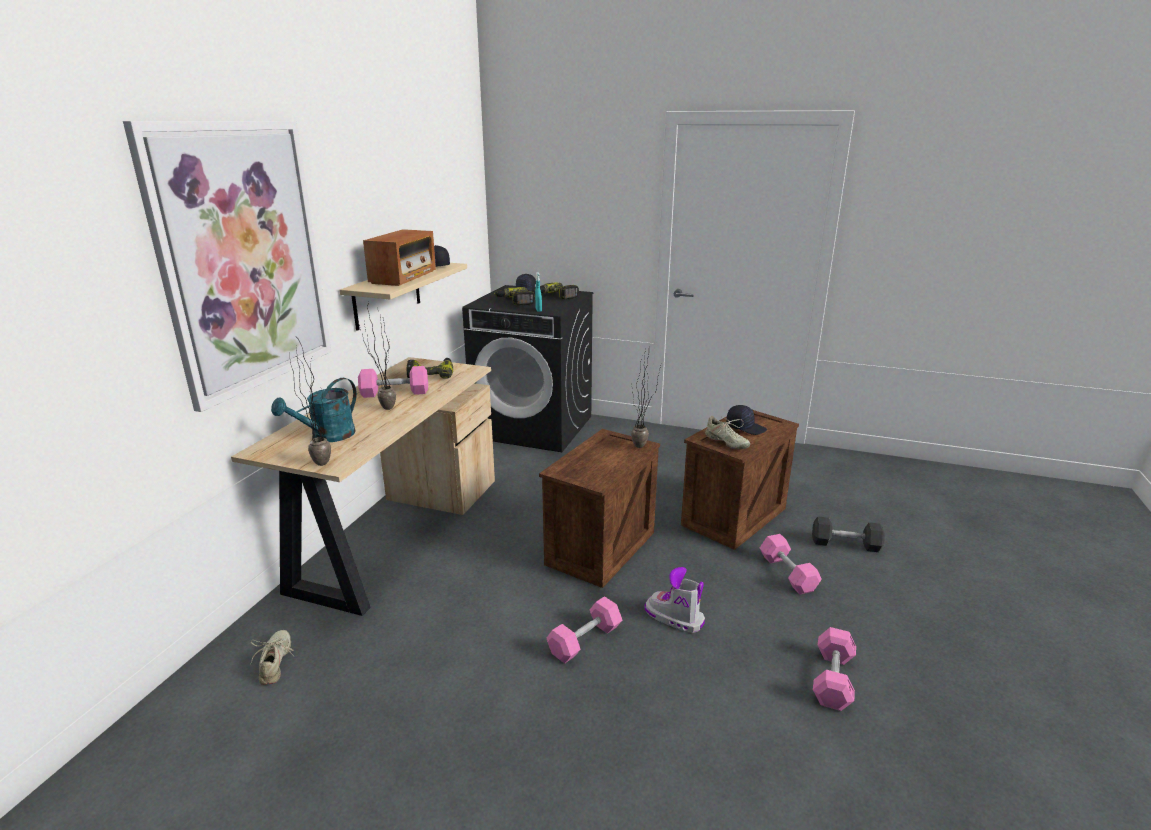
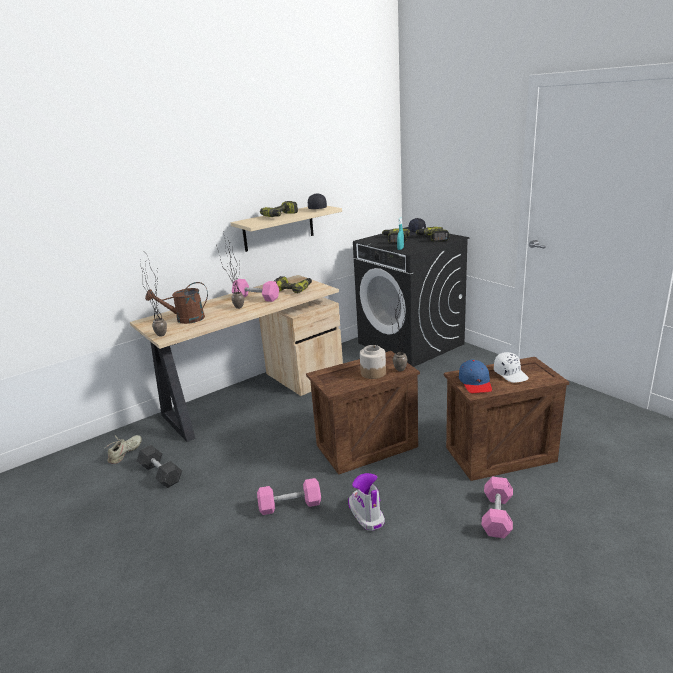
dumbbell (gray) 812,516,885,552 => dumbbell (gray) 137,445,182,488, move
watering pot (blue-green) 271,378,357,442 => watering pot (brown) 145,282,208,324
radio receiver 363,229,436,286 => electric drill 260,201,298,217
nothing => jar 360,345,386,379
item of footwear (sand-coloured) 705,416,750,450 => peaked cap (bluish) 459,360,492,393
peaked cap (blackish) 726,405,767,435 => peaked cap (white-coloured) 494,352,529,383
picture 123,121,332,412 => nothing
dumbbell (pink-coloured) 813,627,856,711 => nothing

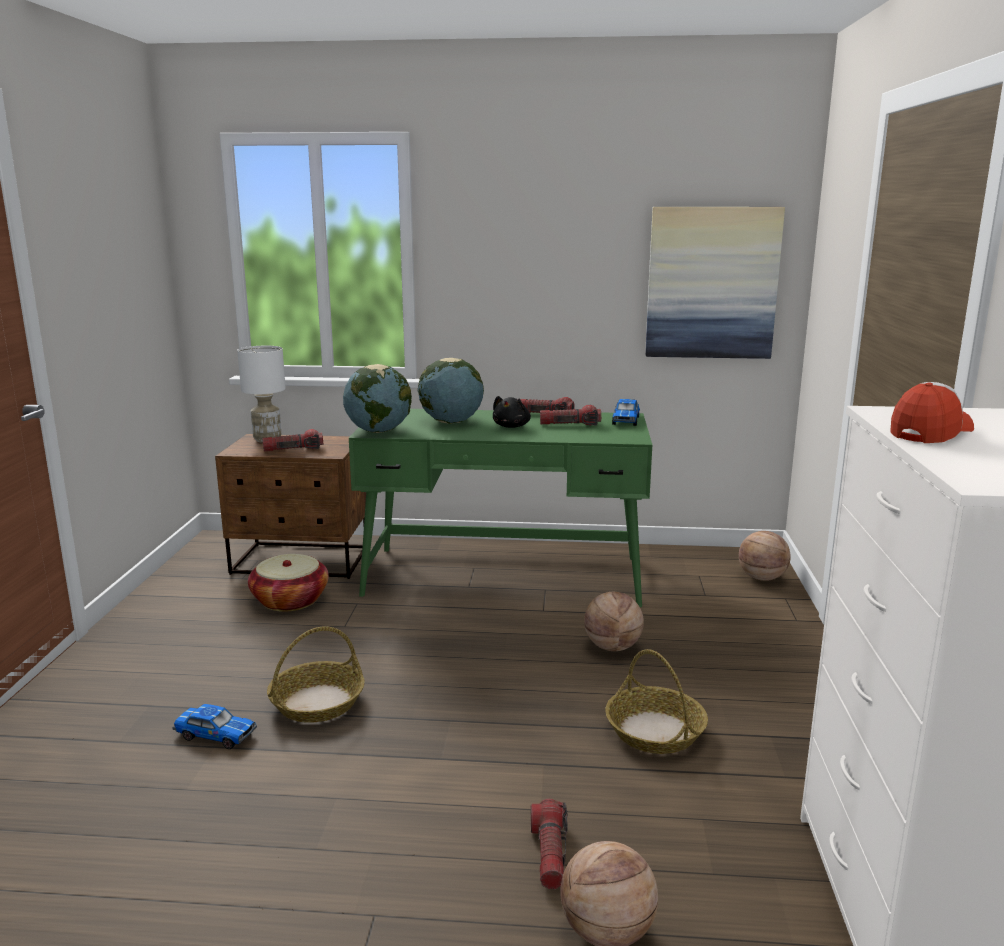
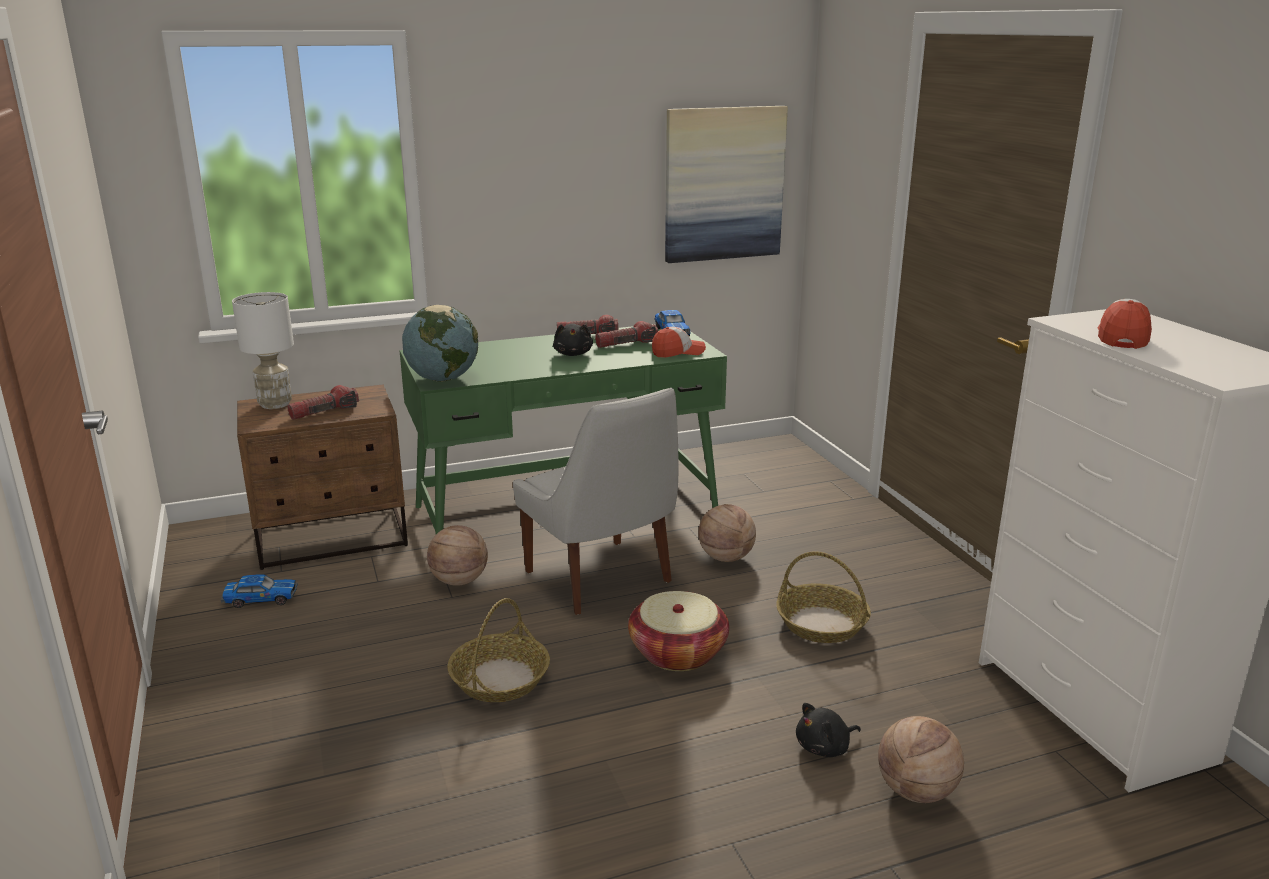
toy car 172,704,257,749 => toy car 221,574,297,608, move
basketball ball 739,531,791,581 => basketball ball 427,525,488,586, move
nothing => plain chair (white-coloured) 513,388,679,615
basket 248,554,329,612 => basket 628,591,729,671, move
nothing => peaked cap 652,327,706,358
flashlight 531,799,568,889 => cuddly toy (blackish) 796,703,861,757
desk globe 418,358,484,424 => nothing

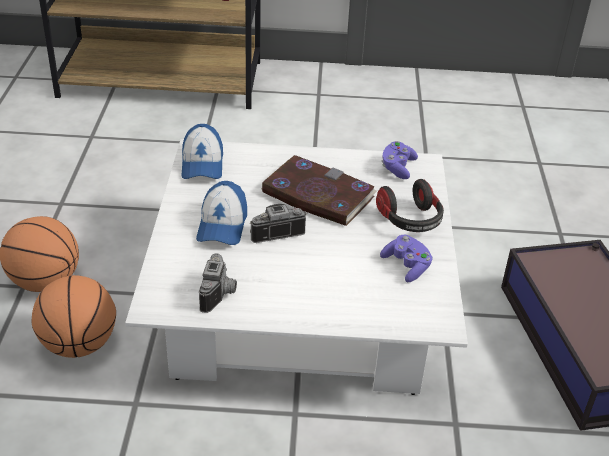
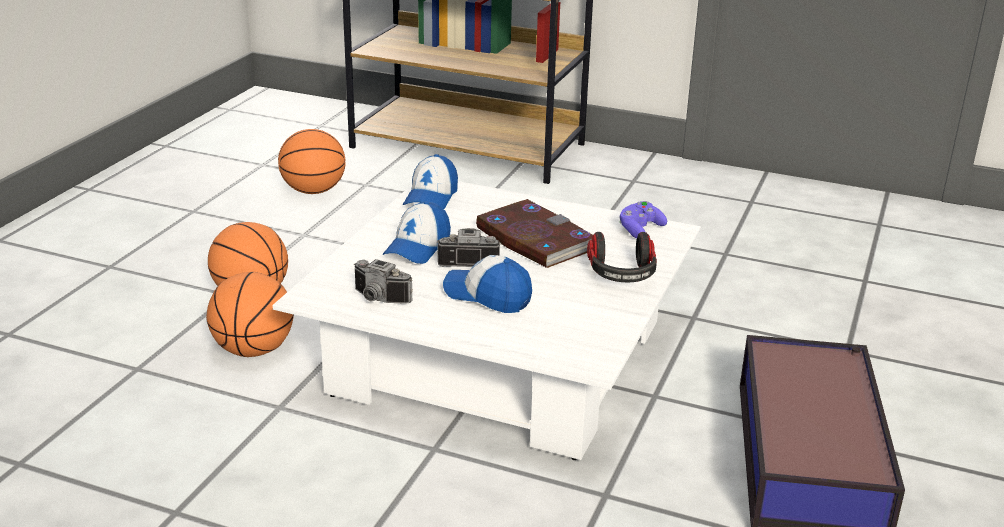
nothing => basketball ball 278,129,346,194
photo camera 199,253,237,313 => photo camera 354,259,413,304, 90 degrees clockwise
nothing => peaked cap 443,255,532,313
gamepad (purple) 380,235,433,282 => nothing

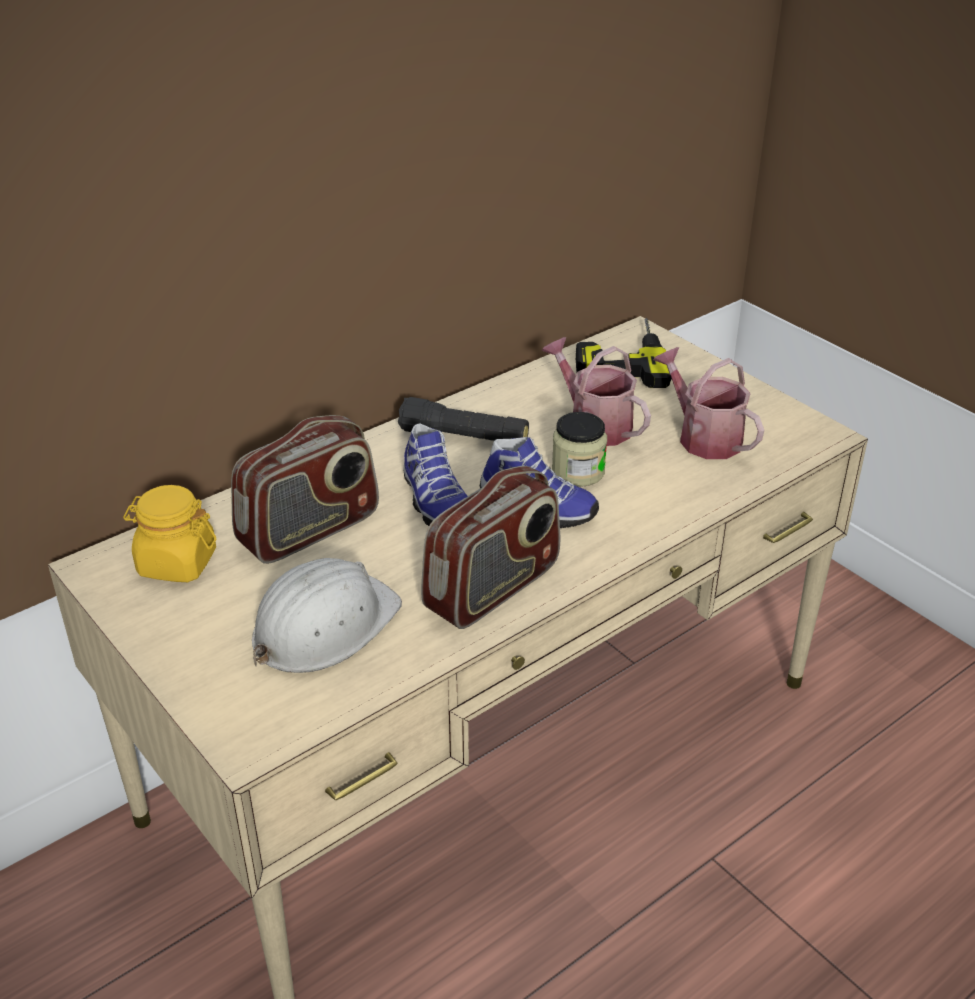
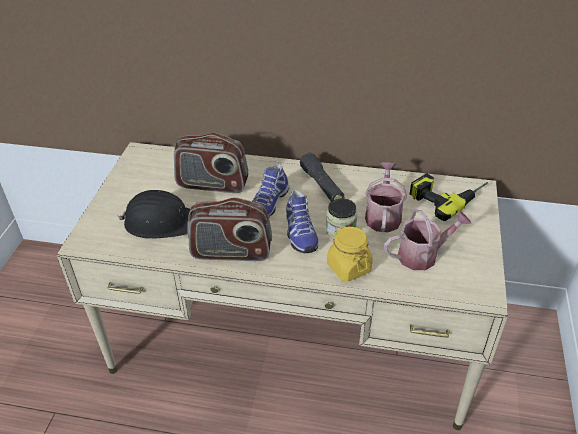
hard hat (white-coloured) 252,558,402,673 => hard hat (blackish) 118,190,193,239
jar (yellow) 123,485,216,582 => jar (yellow) 327,226,373,282, move
watering pot 653,347,764,459 => watering pot 384,210,472,270, 60 degrees clockwise

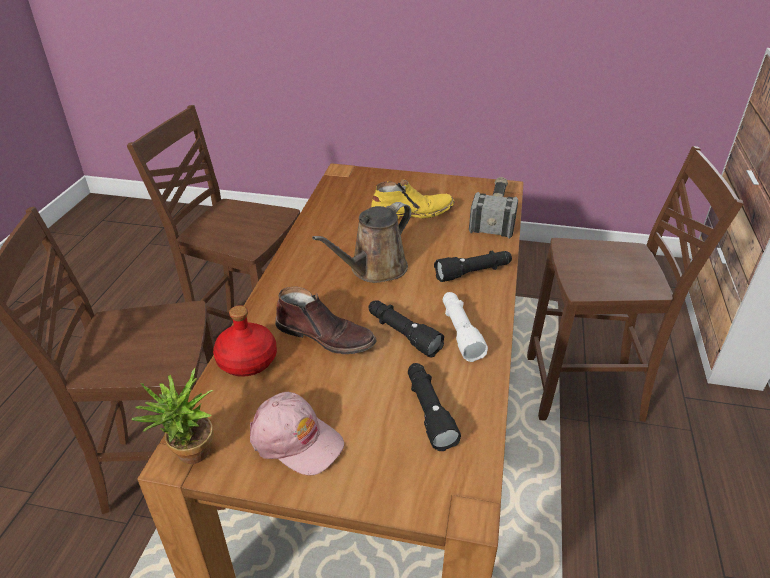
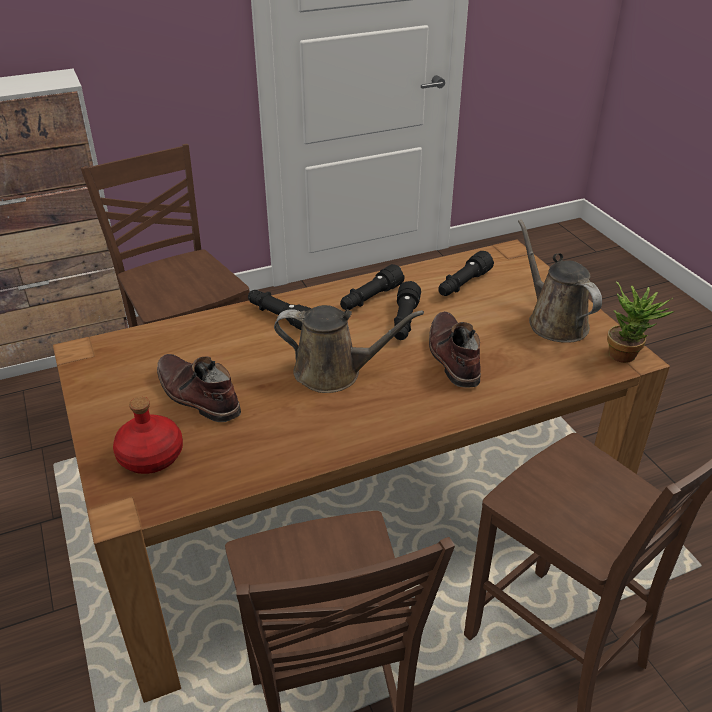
drink bottle (red-coloured) 213,305,277,377 => drink bottle (red-coloured) 113,397,183,474, move
high-top boot (yellow) 371,180,455,219 => high-top boot (brown) 157,354,241,422
flashlight (white-coloured) 443,292,488,362 => flashlight (blackish) 340,264,405,310
peaked cap (pink-coloured) 250,392,344,475 => watering pot (brown) 518,219,602,343
hand hammer 469,177,518,238 => nothing

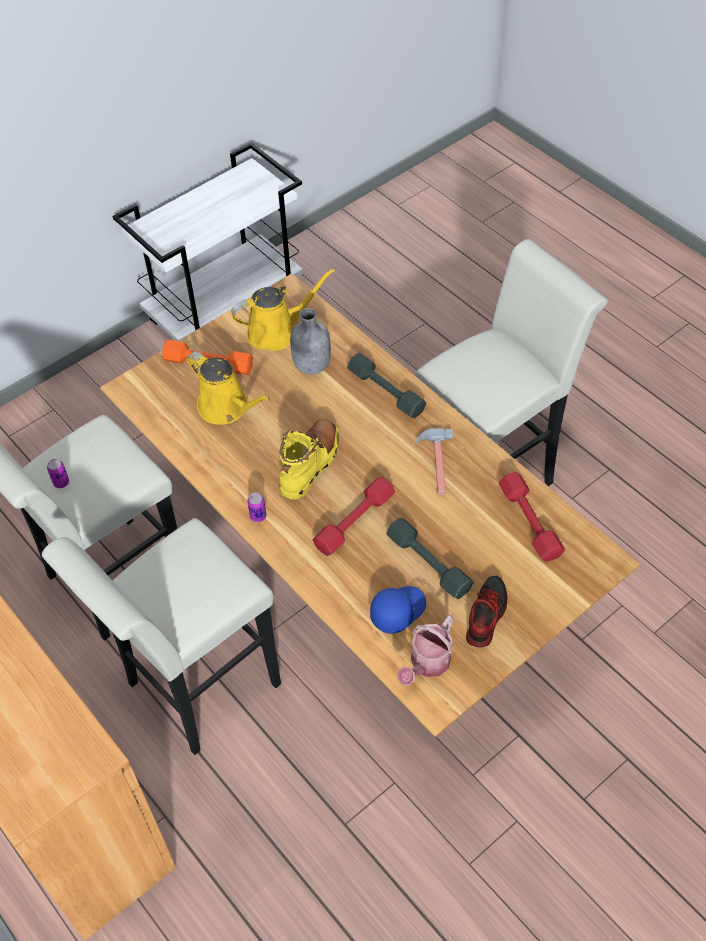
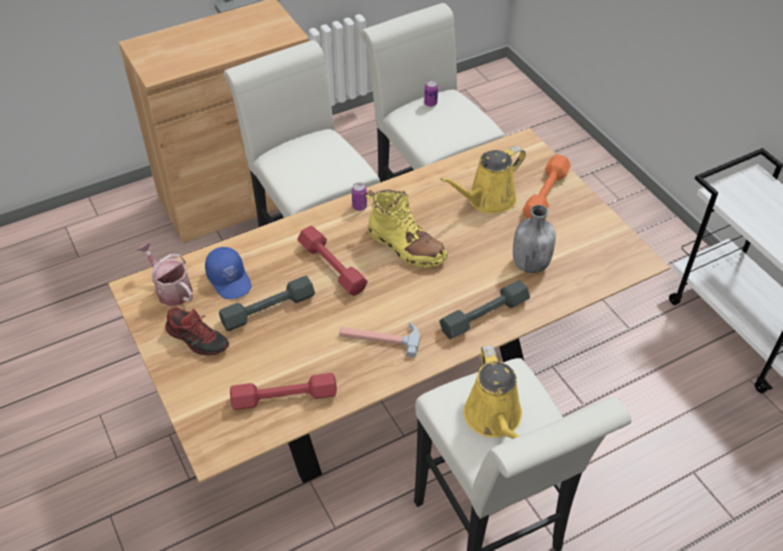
watering pot (yellow) 231,268,335,351 => watering pot (yellow) 463,345,522,439, move

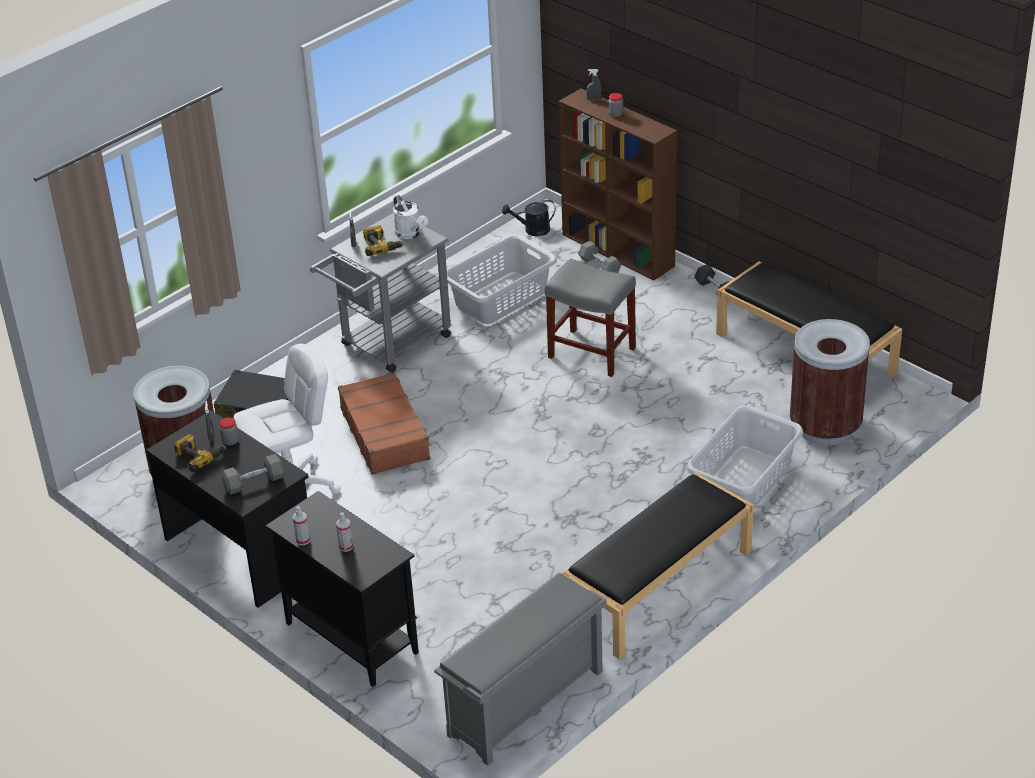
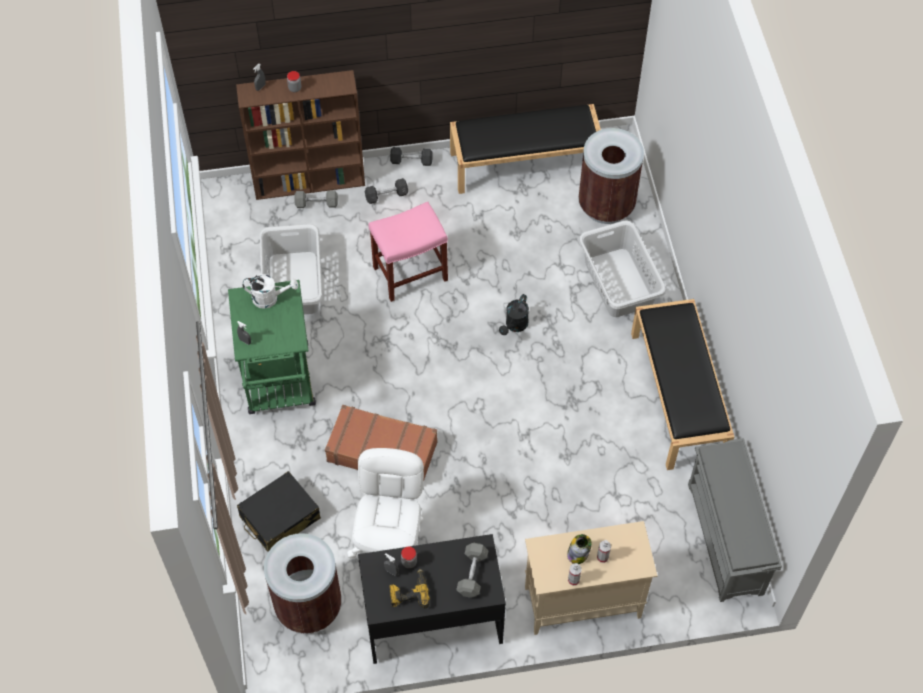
trolley (gray) 310,213,451,373 => trolley (greenish) 228,280,316,414
nothing => dumbbell (gray) 365,178,408,204
sitting stool (gray) 545,258,636,377 => sitting stool (pink-coloured) 368,202,448,302
watering pot (blackish) 502,200,556,236 => watering pot (blackish) 499,294,529,335, move
storage cabinet (blackish) 266,491,419,687 => storage cabinet (sand-coloured) 525,521,658,635
nothing => jar 567,534,592,564
electric drill 363,225,404,256 => nothing

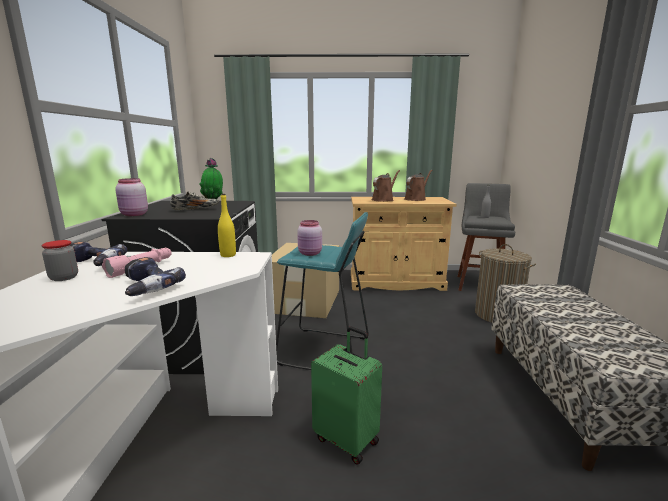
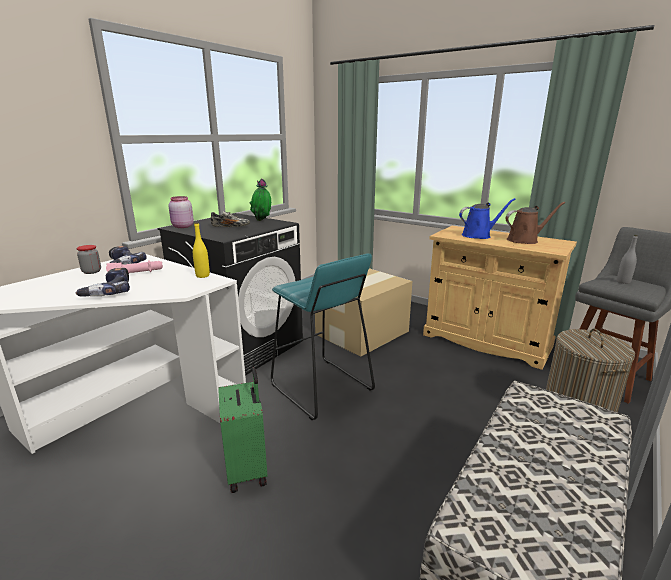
watering pot (brown) 372,170,400,202 => watering pot (bluish) 459,198,515,239
jar (pink-coloured) 297,220,322,256 => nothing

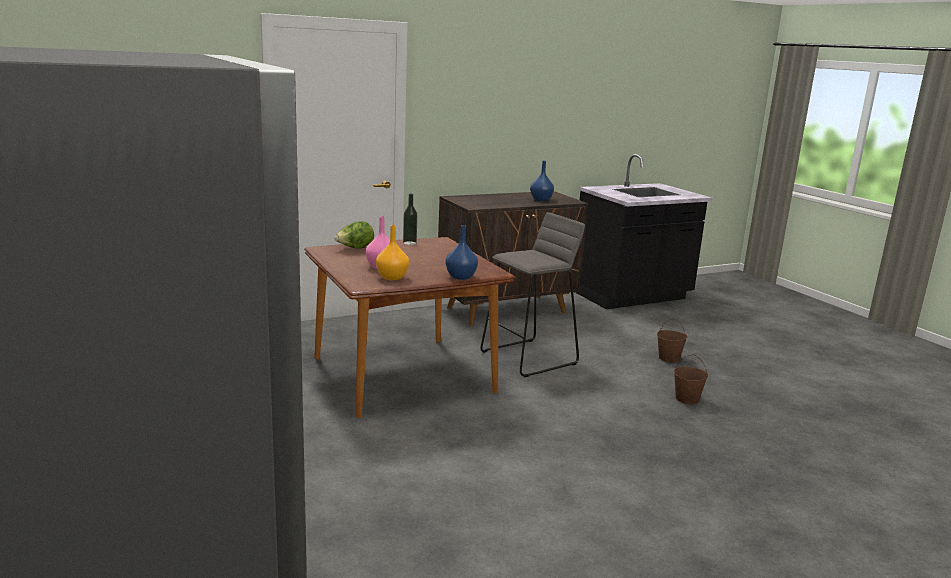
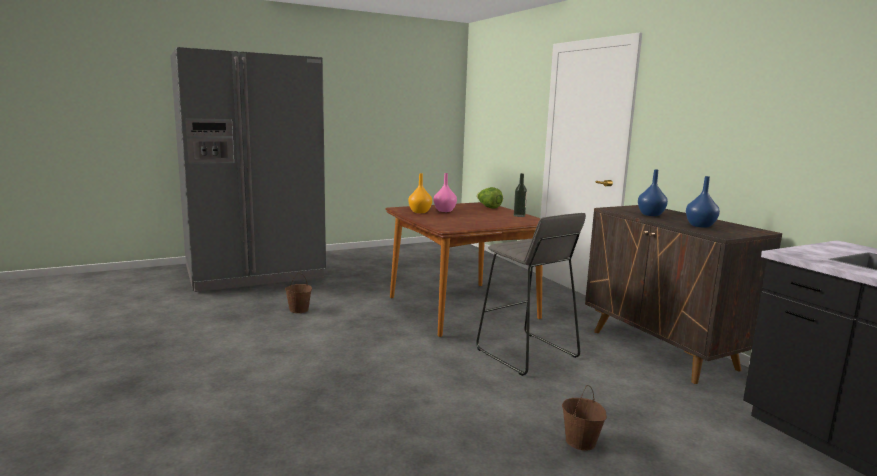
pail (brown) 674,354,708,404 => pail (brown) 285,273,312,313, move
decorative vase (bluish) 445,225,478,280 => decorative vase (bluish) 638,169,668,216, move

